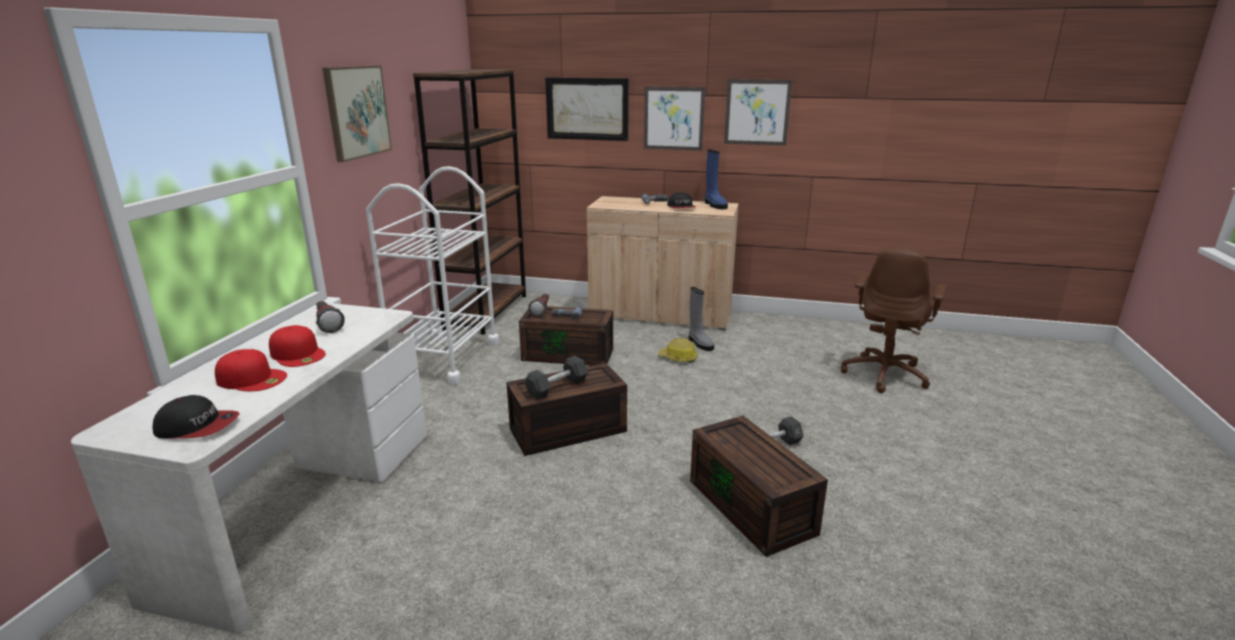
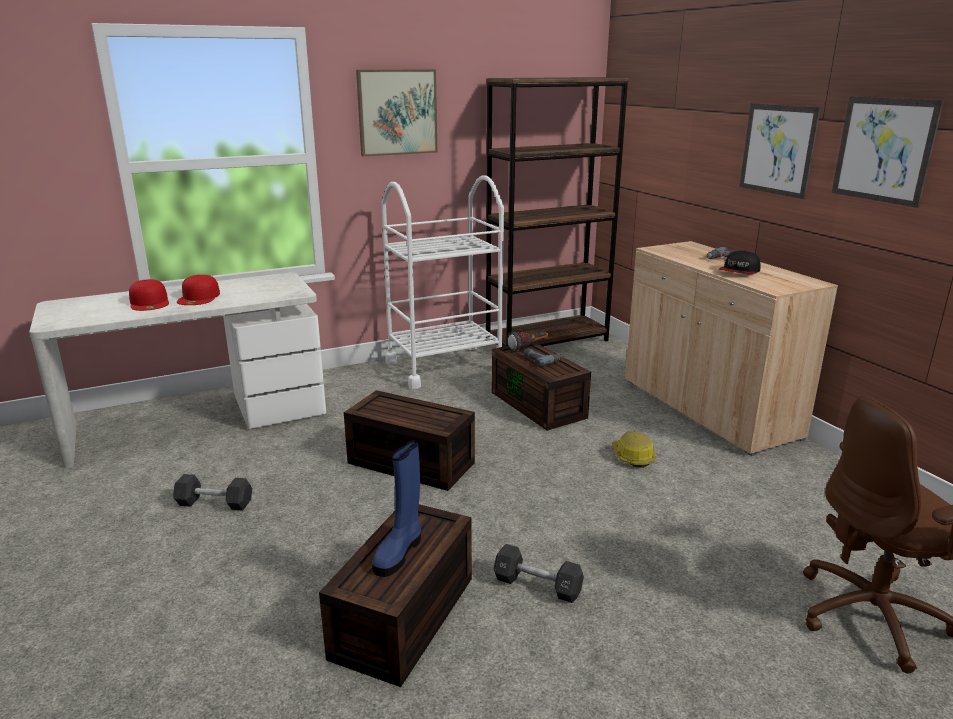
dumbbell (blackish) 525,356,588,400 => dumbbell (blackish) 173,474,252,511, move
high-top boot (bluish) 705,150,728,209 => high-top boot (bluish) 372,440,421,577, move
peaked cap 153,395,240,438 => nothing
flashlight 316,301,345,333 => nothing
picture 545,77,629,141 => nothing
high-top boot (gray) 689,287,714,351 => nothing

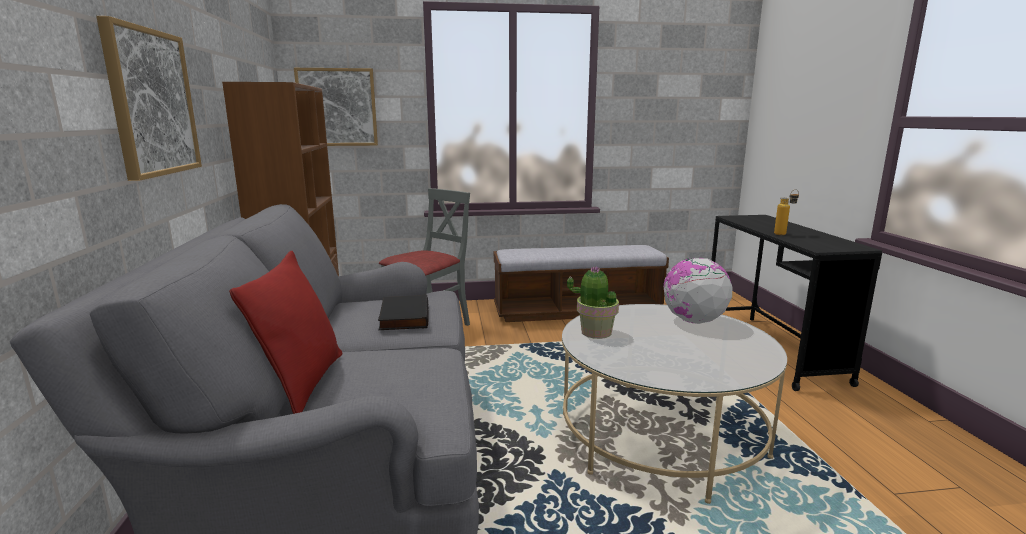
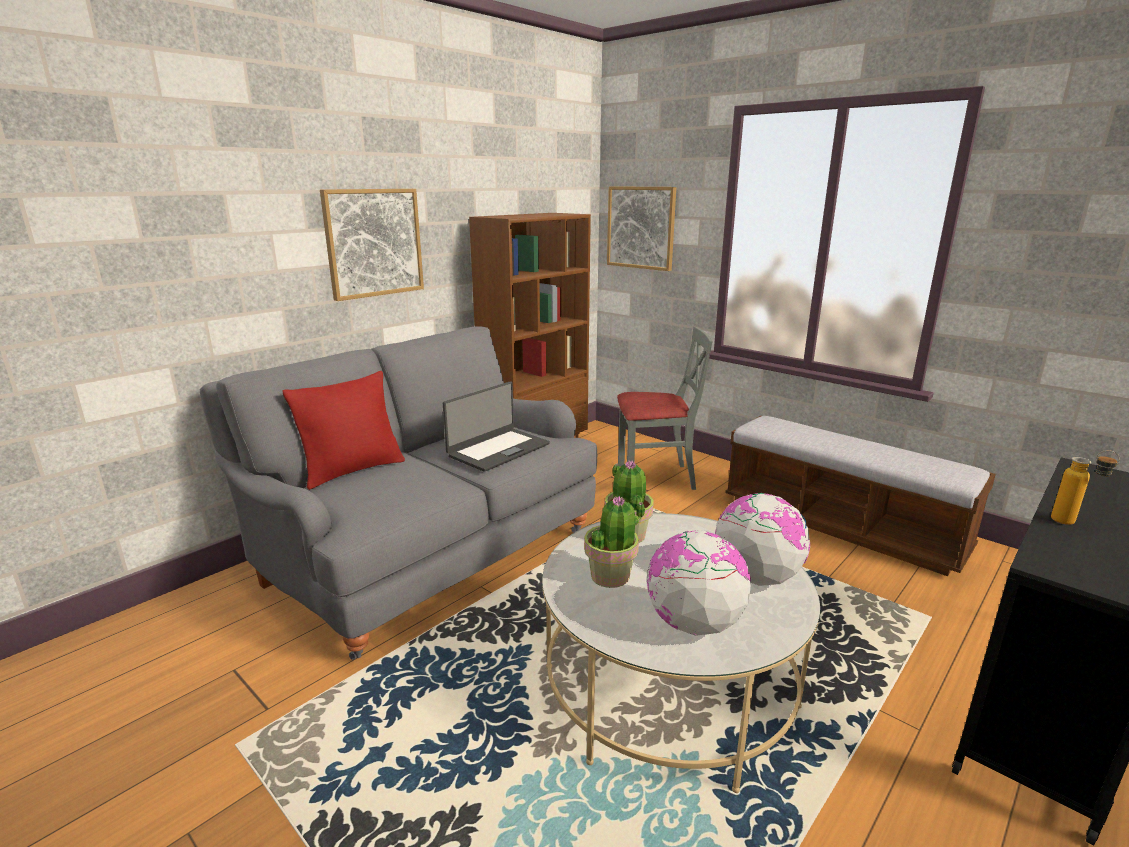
volume (blackish) 378,294,428,330 => laptop 443,382,550,472
nothing => houseplant 584,496,645,588
nothing => desk globe 646,530,751,636

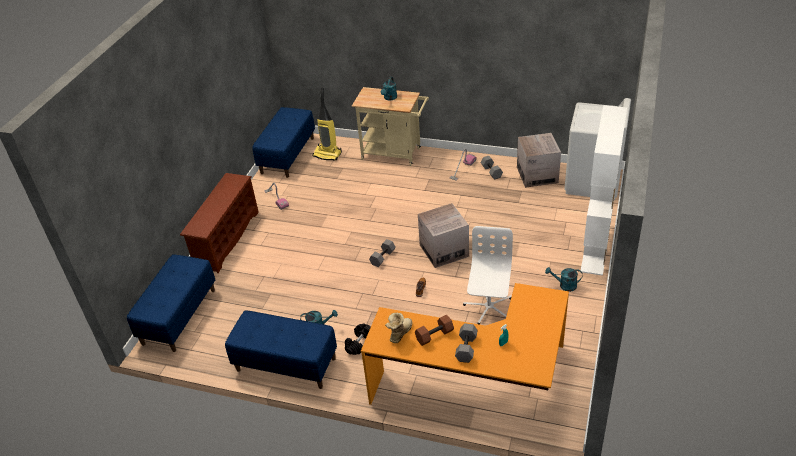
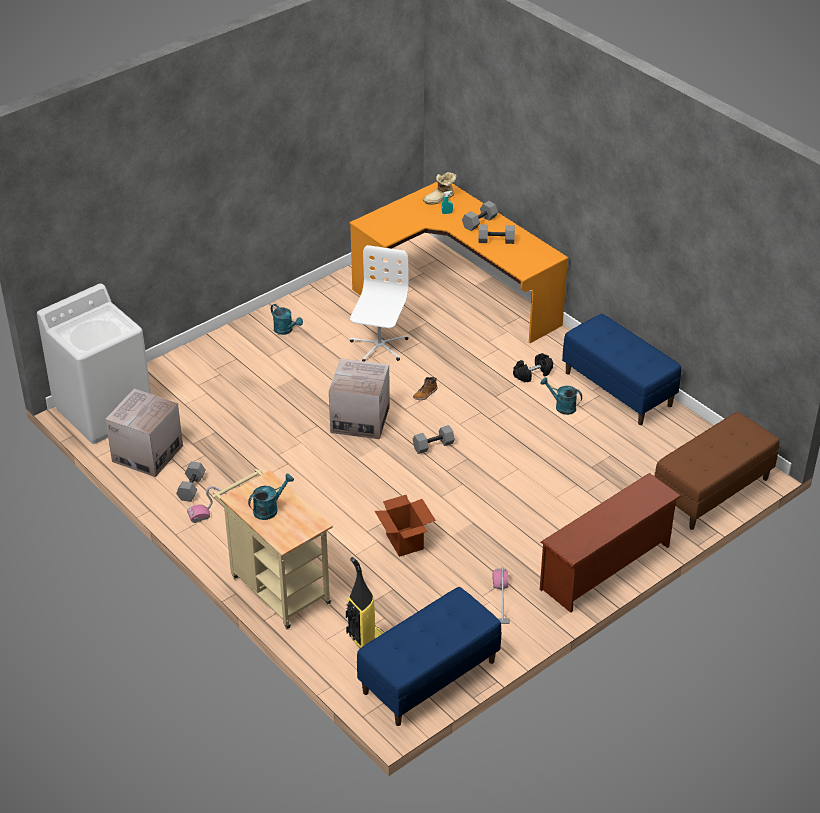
office chair (white-coloured) 463,226,513,325 => office chair (white-coloured) 350,245,409,361, 150 degrees clockwise
nothing => packing box 375,495,436,557
high-top boot 385,313,412,343 => high-top boot 423,172,456,205, move
dumbbell (brown) 415,315,454,346 => dumbbell (gray) 478,224,515,244
indoor bench (bluish) 127,254,215,352 => indoor bench (brown) 654,412,780,530
bookcase (white-coloured) 581,105,627,276 => nothing

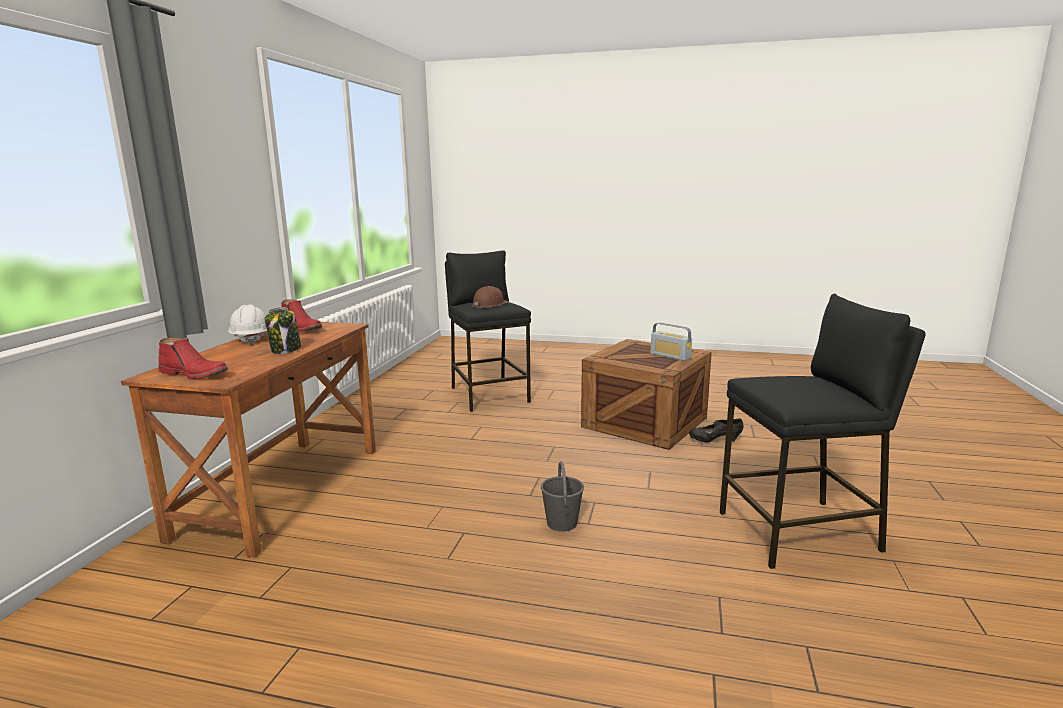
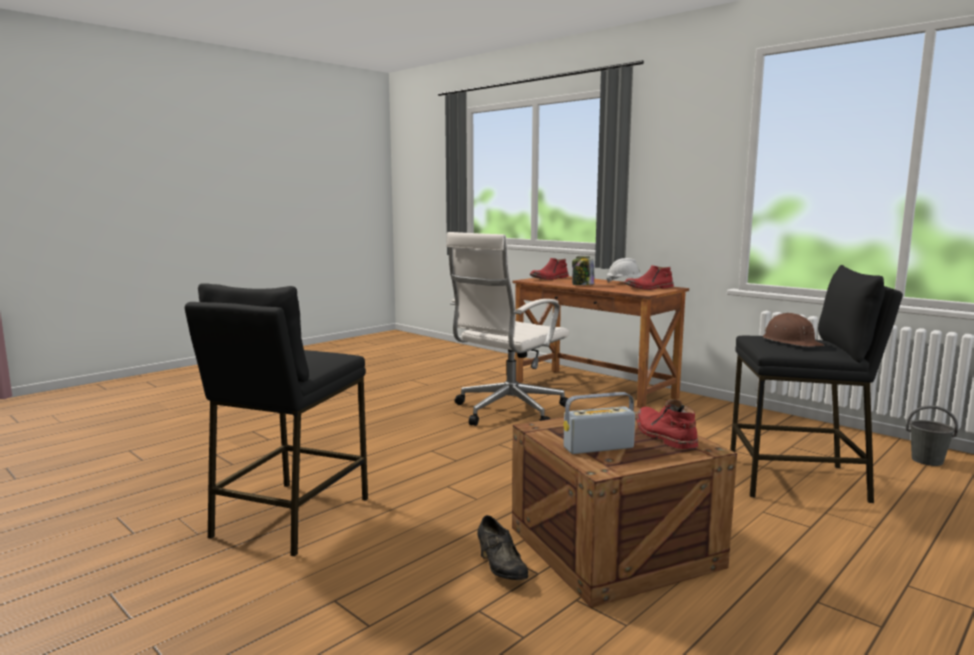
nothing => office chair (white-coloured) 446,232,569,426
item of footwear (blackish) 689,418,744,442 => item of footwear (blackish) 477,515,528,580, 120 degrees clockwise
nothing => high-top boot (red-coloured) 637,400,698,449
pail (gray) 541,461,584,532 => pail (gray) 906,405,958,466, move

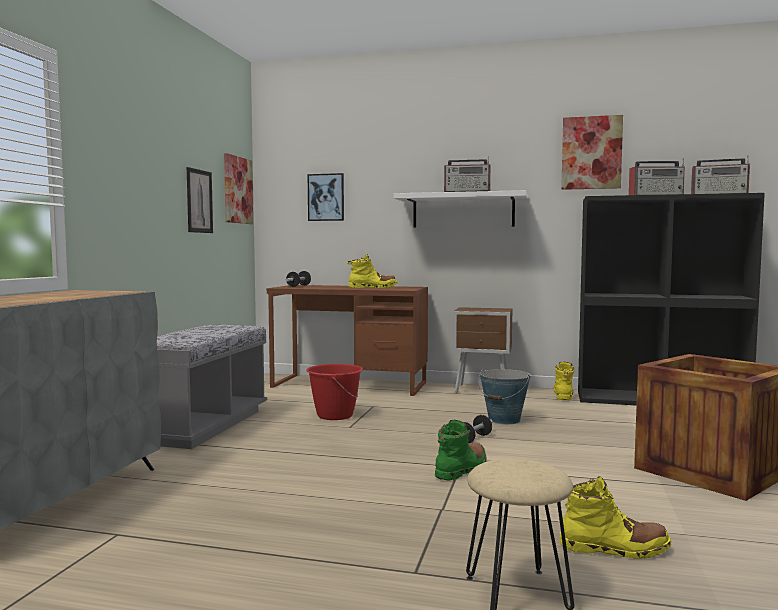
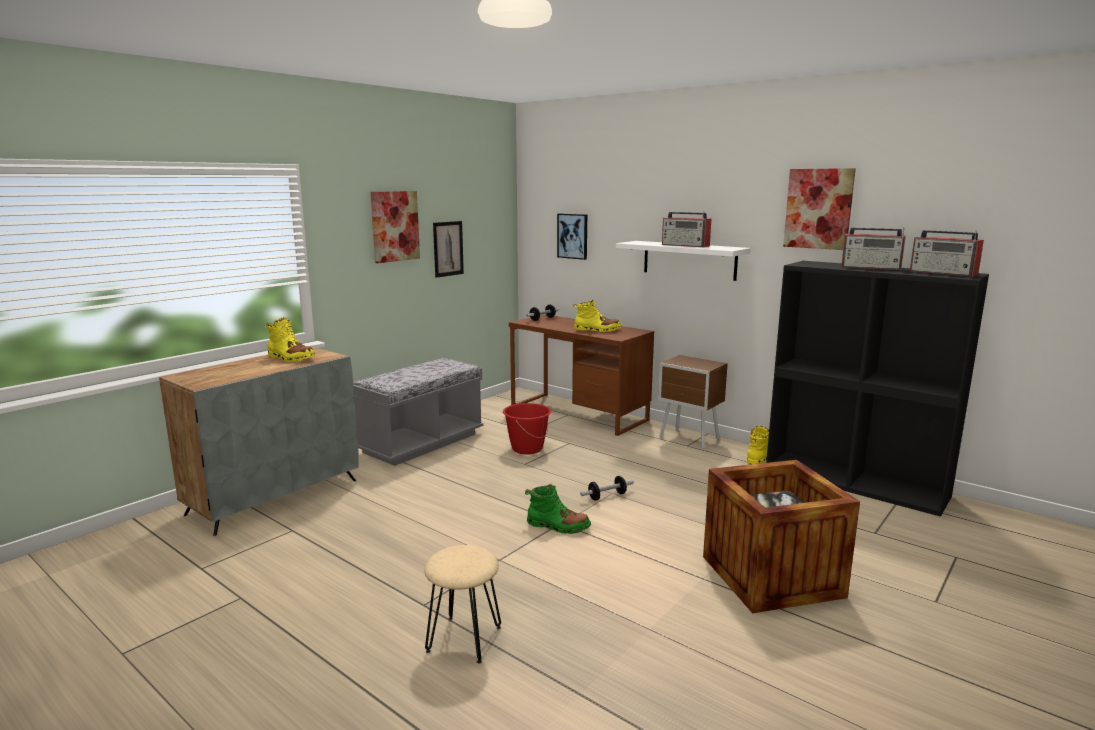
high-top boot (yellow) 559,476,671,559 => high-top boot (yellow) 265,317,316,362, move
picture 224,153,253,224 => picture 370,191,420,263, move
high-top boot (greenish) 435,420,486,481 => high-top boot (greenish) 525,484,591,534, 45 degrees clockwise
pail 478,369,531,424 => nothing

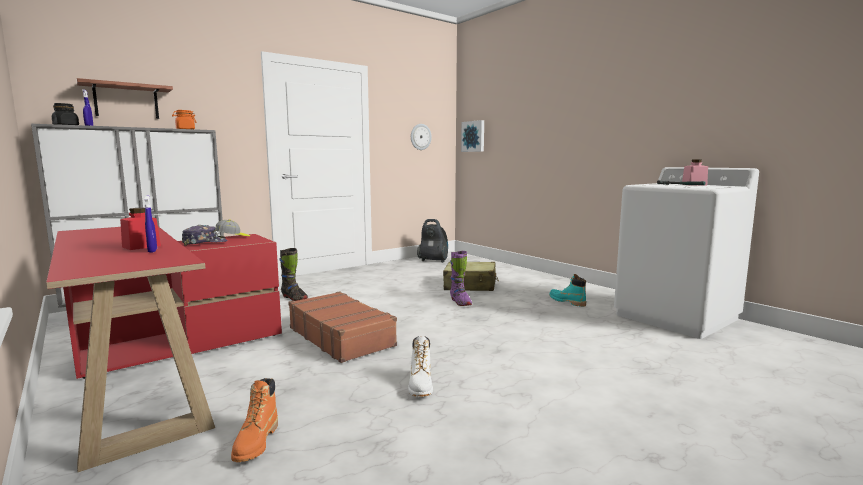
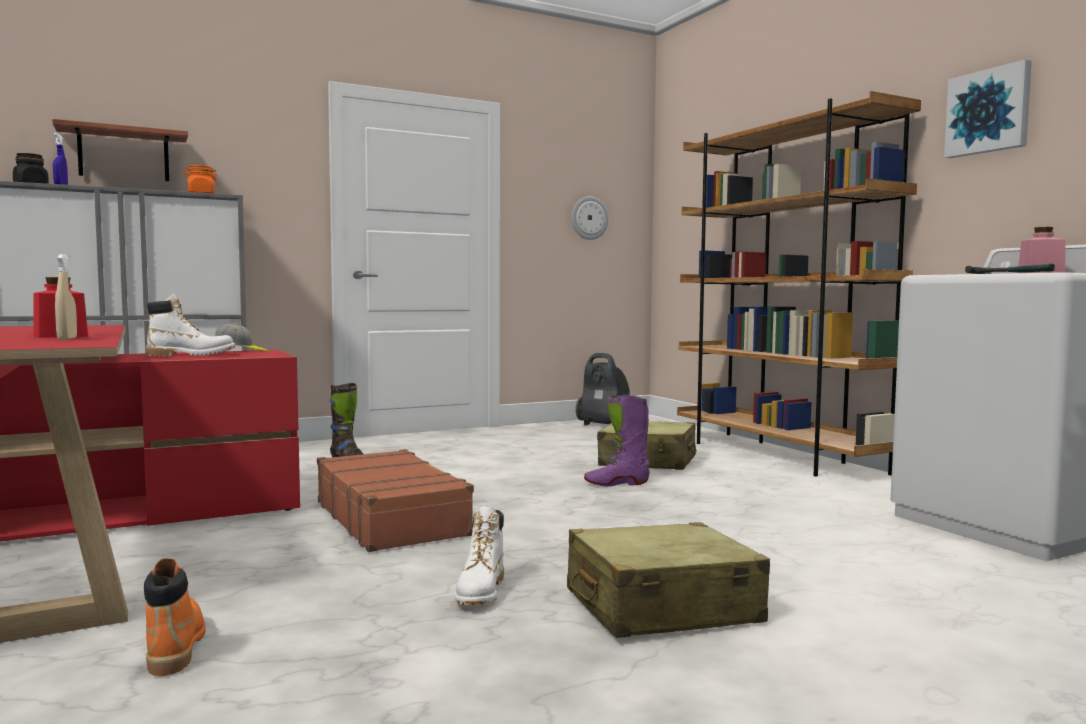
sprayer (bluish) 144,195,157,253 => sprayer (sand-coloured) 55,254,77,340
high-top boot (orange-coloured) 231,378,278,462 => high-top boot (orange-coloured) 144,558,206,676, 150 degrees clockwise
peaked cap 182,225,227,246 => high-top boot (white-coloured) 146,294,236,357
nothing => piece of luggage (sand-coloured) 567,522,770,638
high-top boot (purple) 450,251,472,306 => high-top boot (purple) 584,395,650,487, 90 degrees clockwise
nothing => bookcase (brown) 677,91,921,477
picture 461,120,484,152 => picture 944,59,1032,158, move
high-top boot (blue-green) 549,274,586,307 => nothing

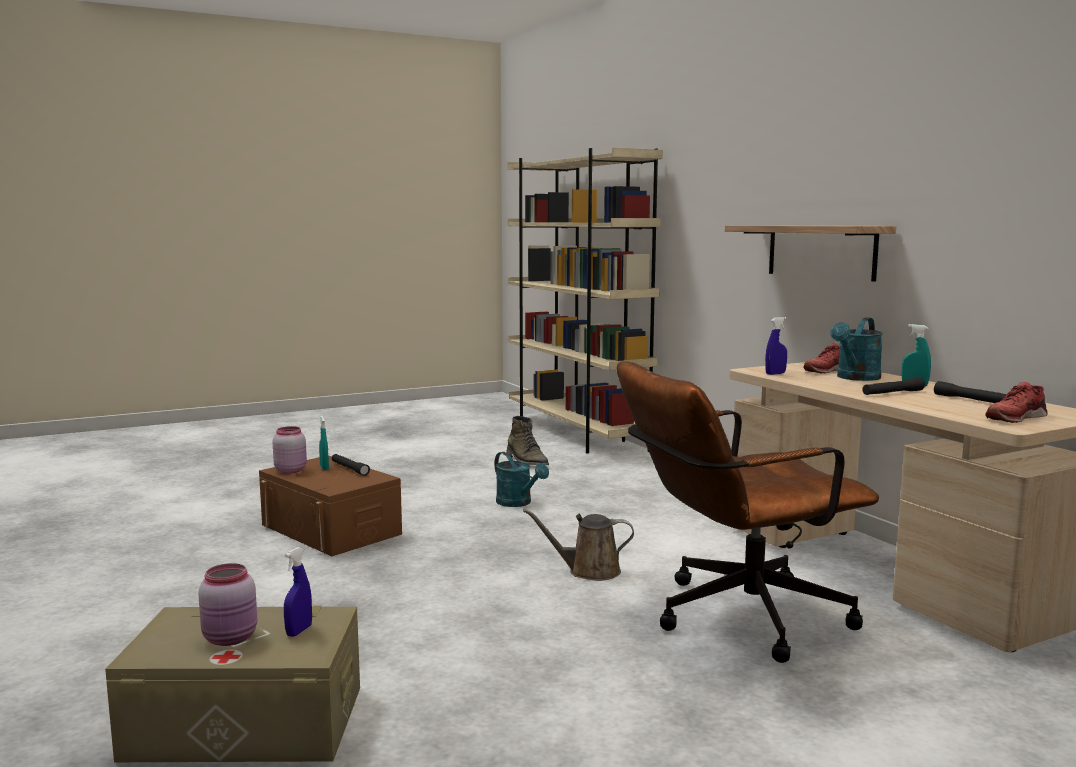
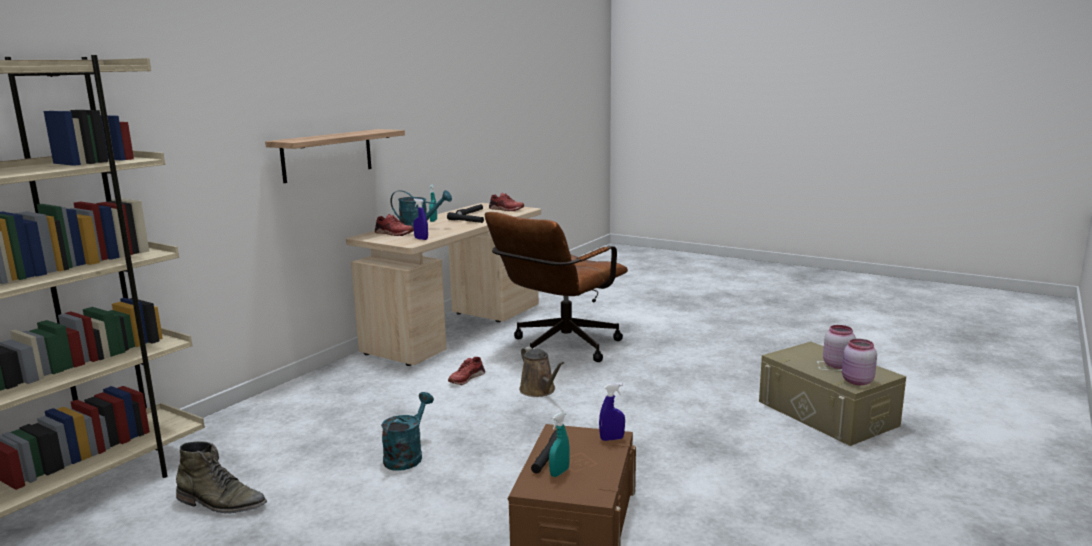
high-top boot (greenish) 506,416,549,465 => high-top boot (greenish) 176,441,267,514, 75 degrees clockwise
nothing => item of footwear (red-coloured) 448,357,485,385
office chair (brown) 617,361,879,663 => office chair (brown) 485,212,628,362, 90 degrees clockwise
sprayer (bluish) 284,547,312,637 => sprayer (bluish) 599,383,625,441, move
jar (pink-coloured) 272,426,307,474 => jar (pink-coloured) 842,339,877,385, move

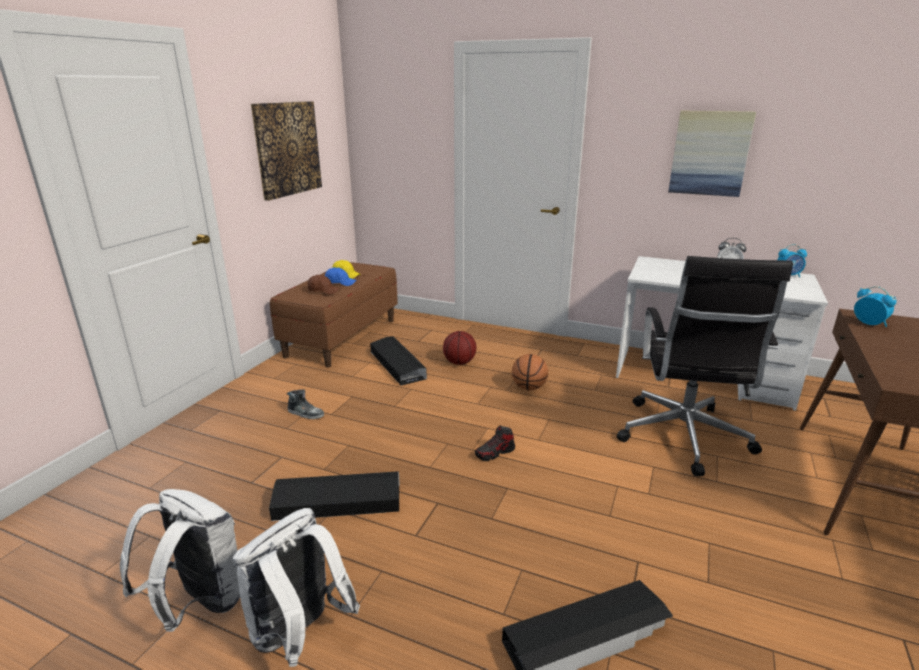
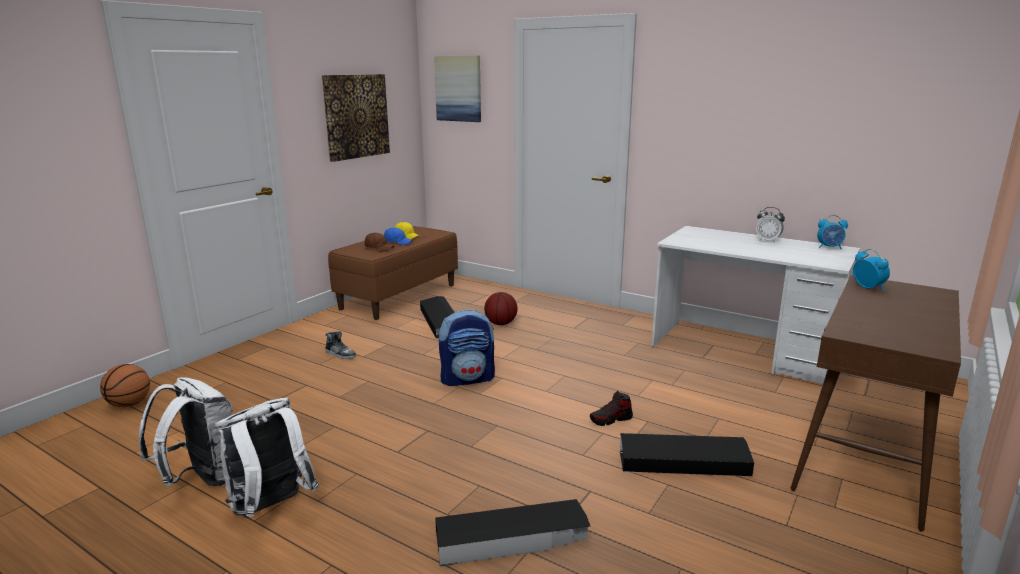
basketball ball 512,354,548,390 => basketball ball 100,364,150,407, move
picture 668,111,756,197 => picture 434,55,481,122, move
nothing => knapsack 439,309,495,386
item of footwear 475,426,515,461 => item of footwear 590,391,633,426, move
storage container (blackish) 269,471,400,521 => storage container (blackish) 620,433,754,476, move
office chair (blackish) 617,256,793,476 => nothing

